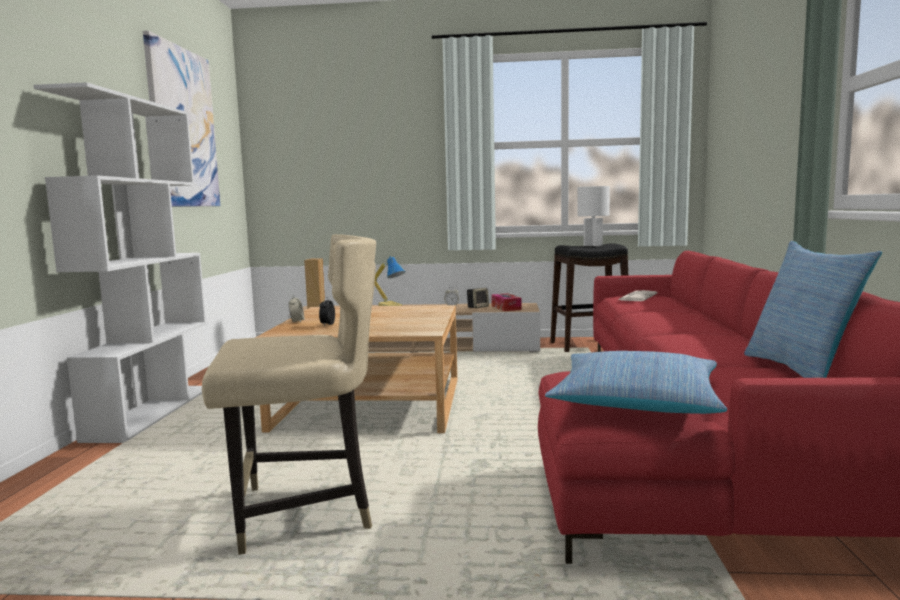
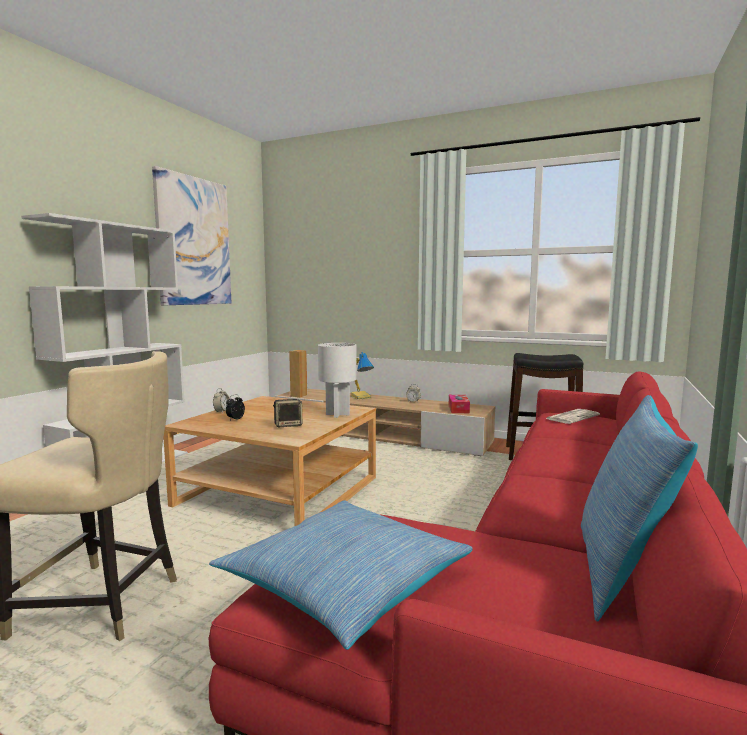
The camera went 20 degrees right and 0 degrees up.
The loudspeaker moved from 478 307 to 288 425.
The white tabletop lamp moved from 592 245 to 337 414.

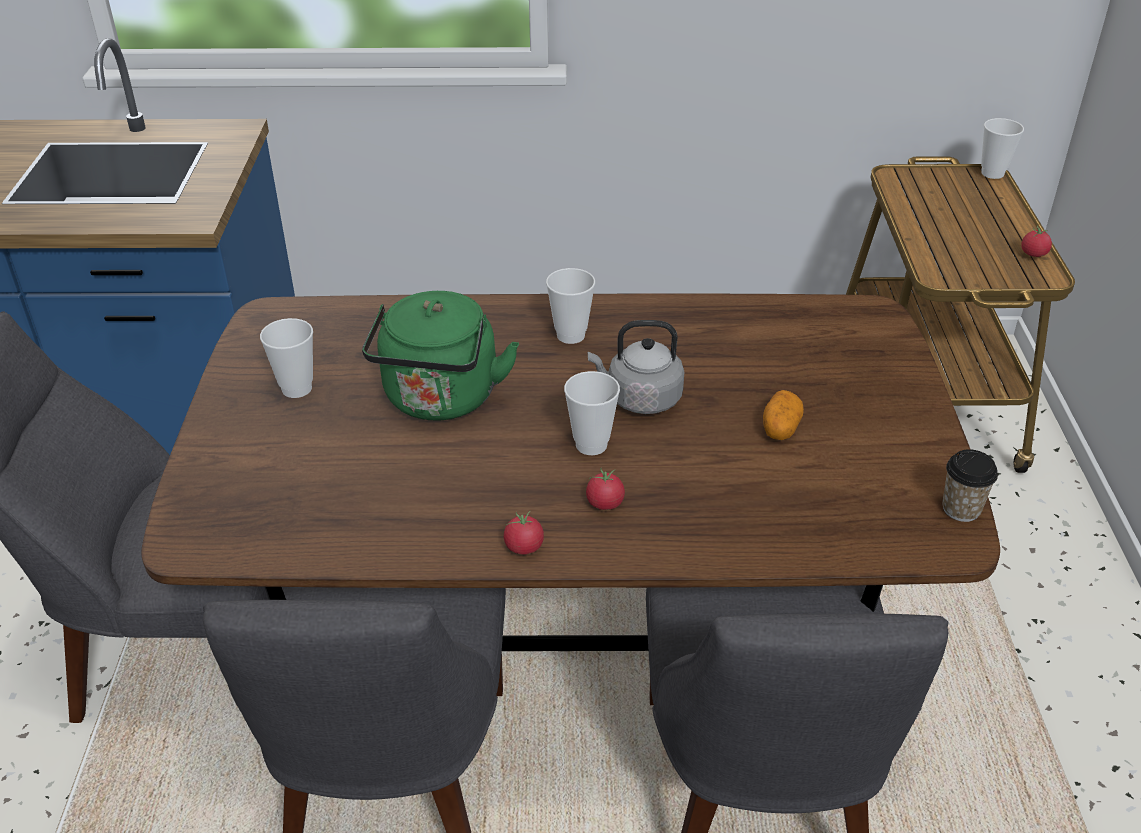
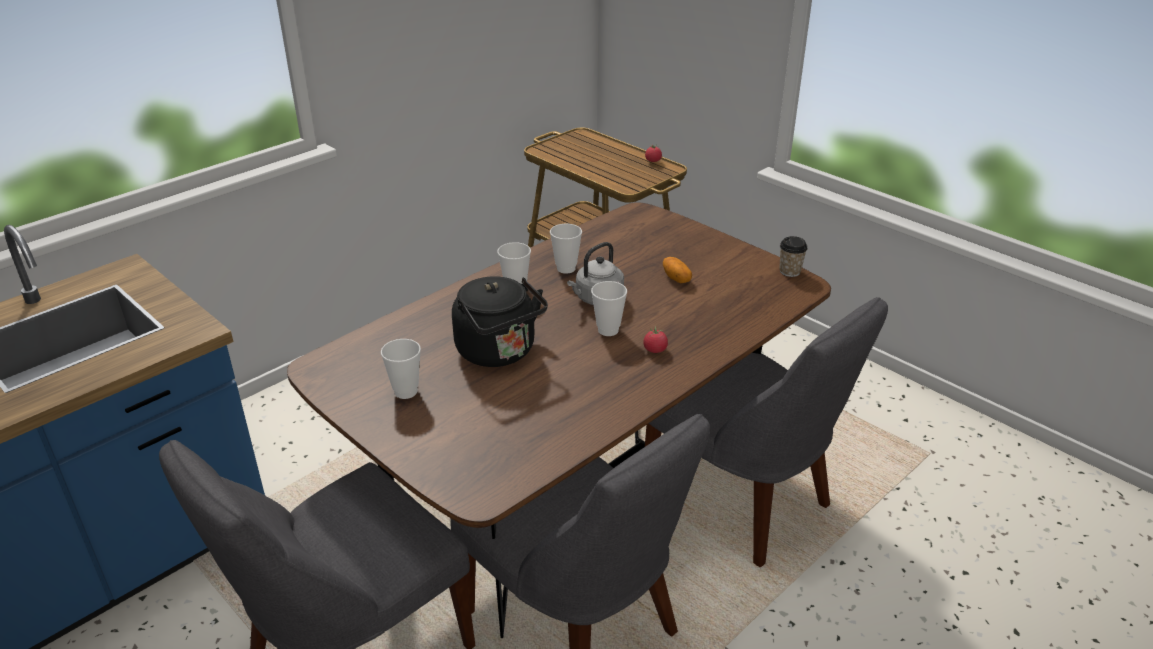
The camera went 45 degrees left and 5 degrees down.
The greenish water kettle at 440 400 became the black-coloured water kettle at 499 352.
The drinking cup moved from 992 173 to 566 268.
The fresh tomato at 524 547 disappeared.

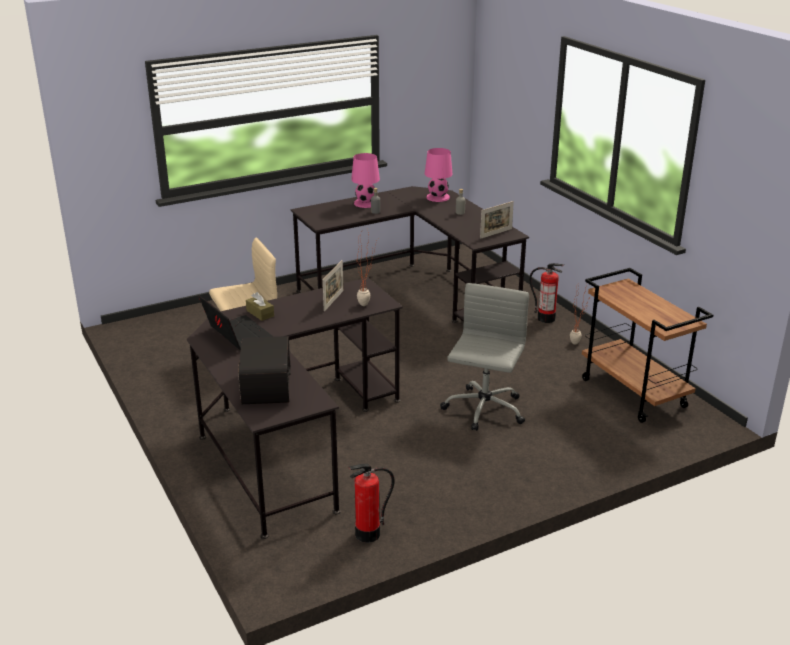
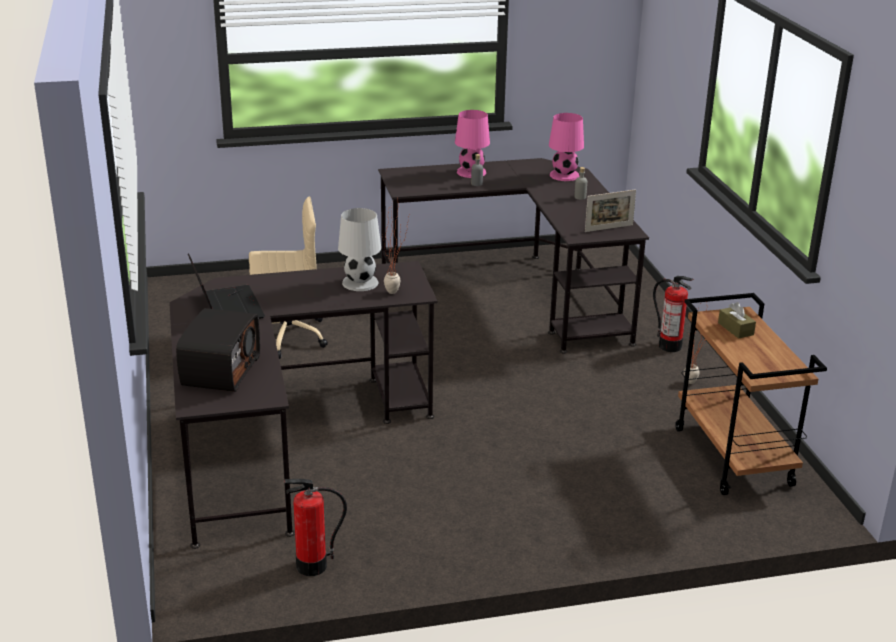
The camera went 15 degrees right and 0 degrees up.
The photo frame at 333 300 was replaced by the white tabletop lamp at 360 282.
The brown box of tissues moved from 260 313 to 735 329.
The greyish office chair at 483 410 disappeared.

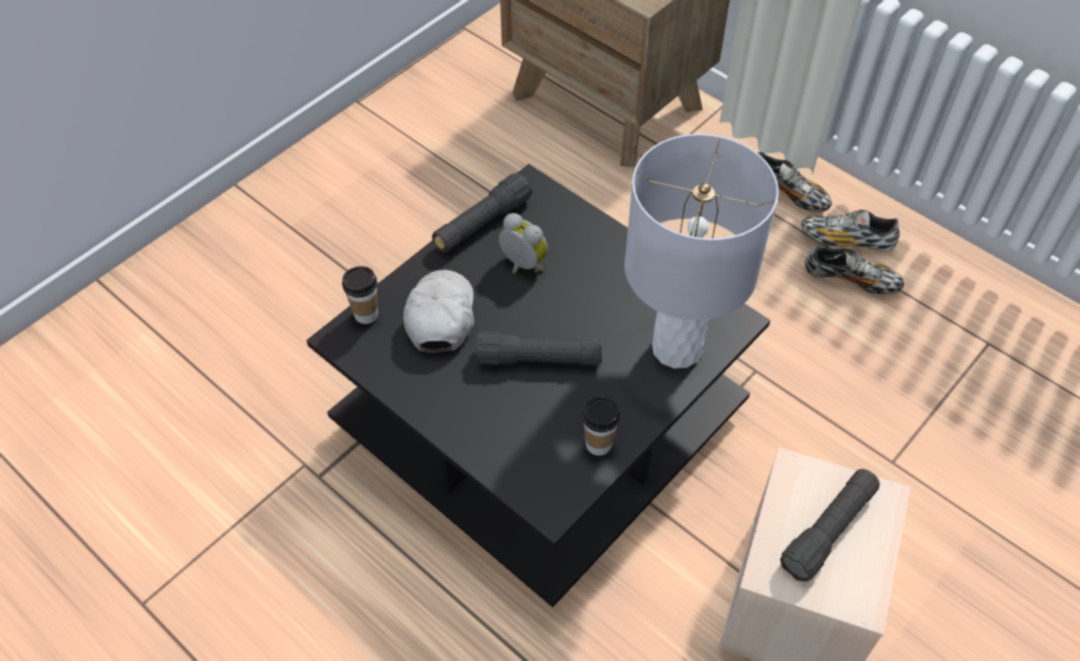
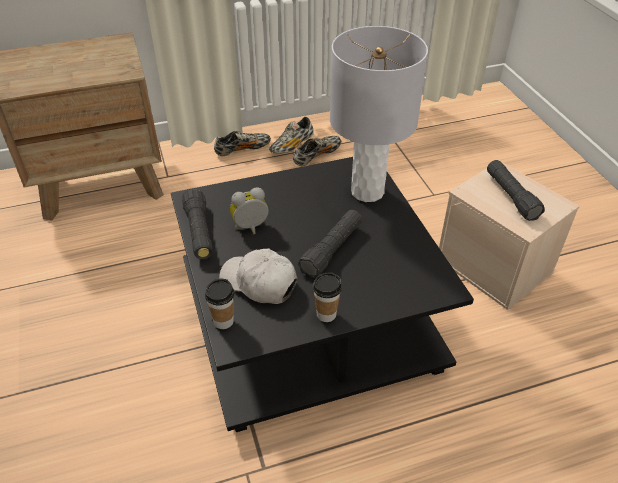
The camera went 60 degrees left and 10 degrees down.
The drinking cup moved from 598 444 to 326 314.

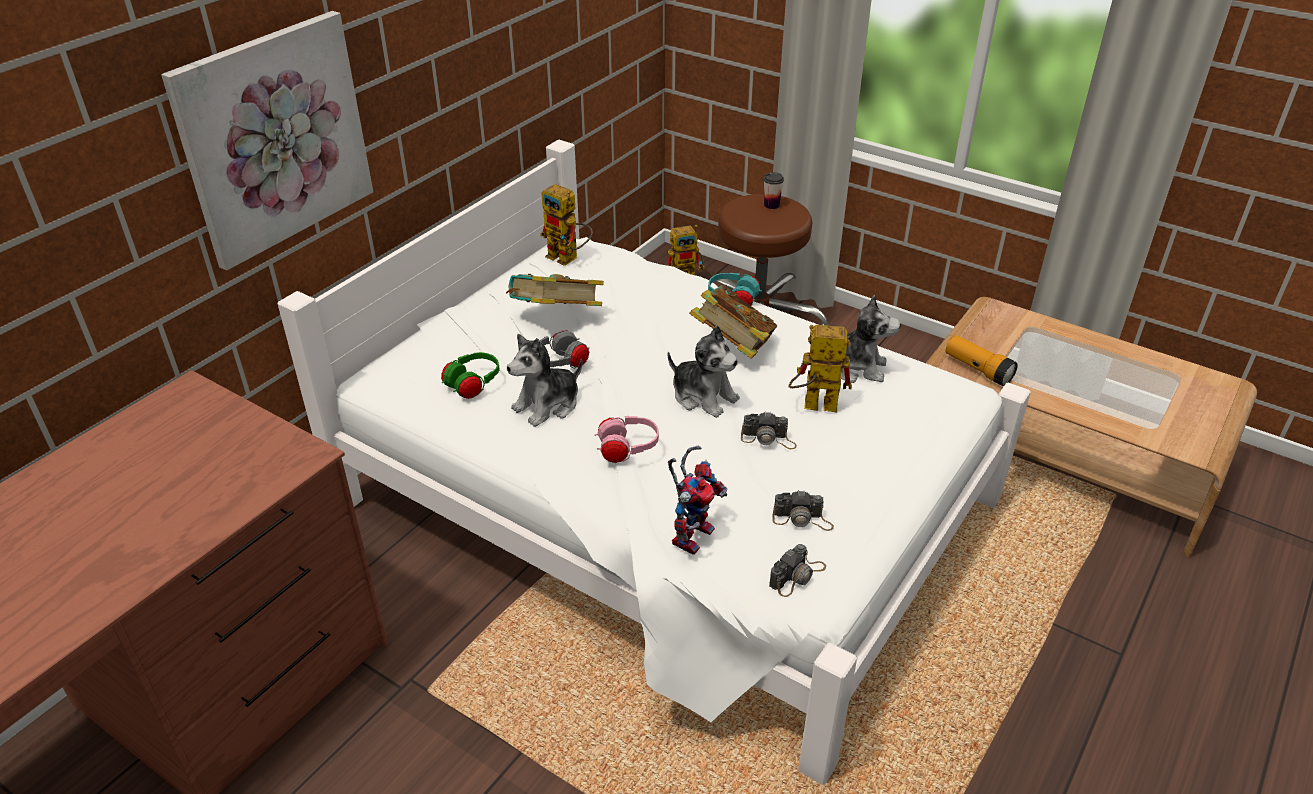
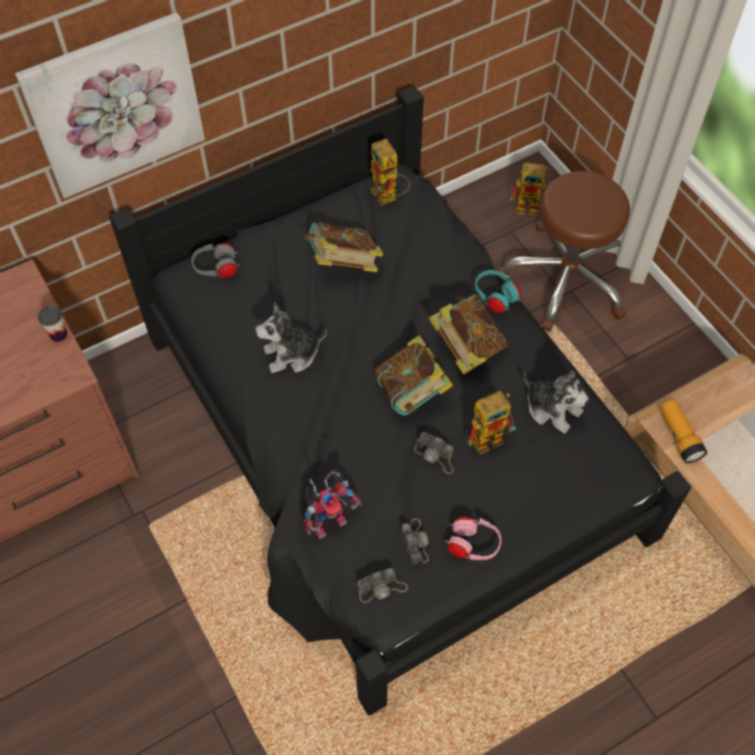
The camera went 25 degrees right and 20 degrees up.
The drinking cup moved from 771 205 to 58 334.
The white sleeping bed at 668 504 became the black-coloured sleeping bed at 390 436.
The greyish headphones moved from 560 364 to 217 268.
The plush toy at 703 396 was replaced by the book at 412 392.
The still camera at 802 519 turned 135 degrees counterclockwise.
The pink headphones moved from 627 450 to 472 545.
The robot figure at 812 406 turned 120 degrees clockwise.
The greenish headphones at 473 385 disappeared.

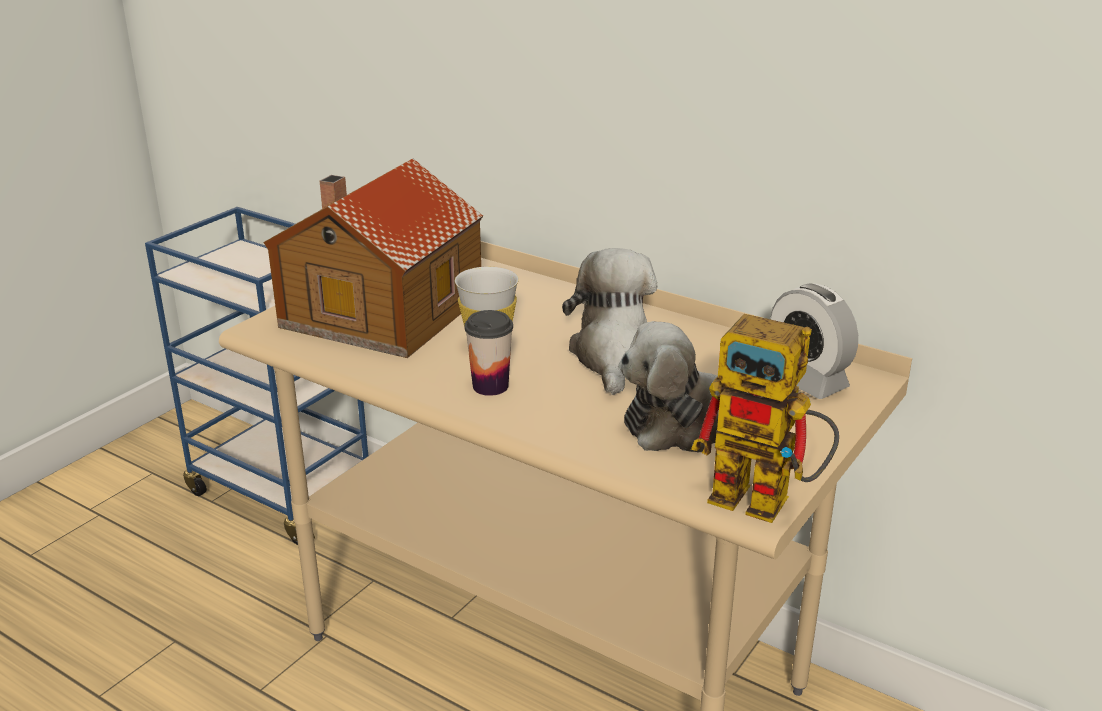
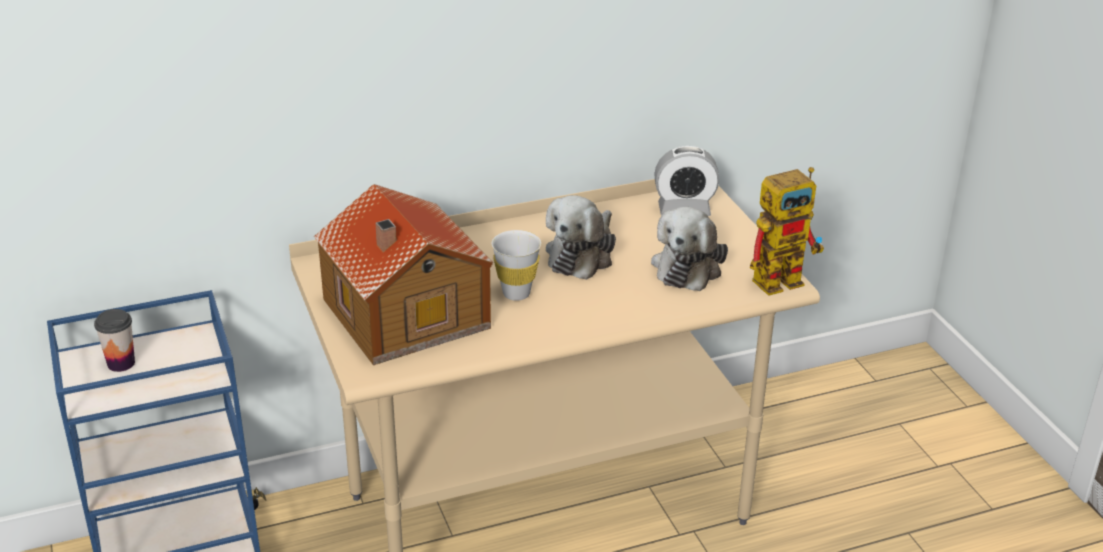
The camera went 55 degrees left and 5 degrees up.
The drinking cup moved from 490 386 to 121 363.
The plush toy at 614 356 turned 105 degrees counterclockwise.

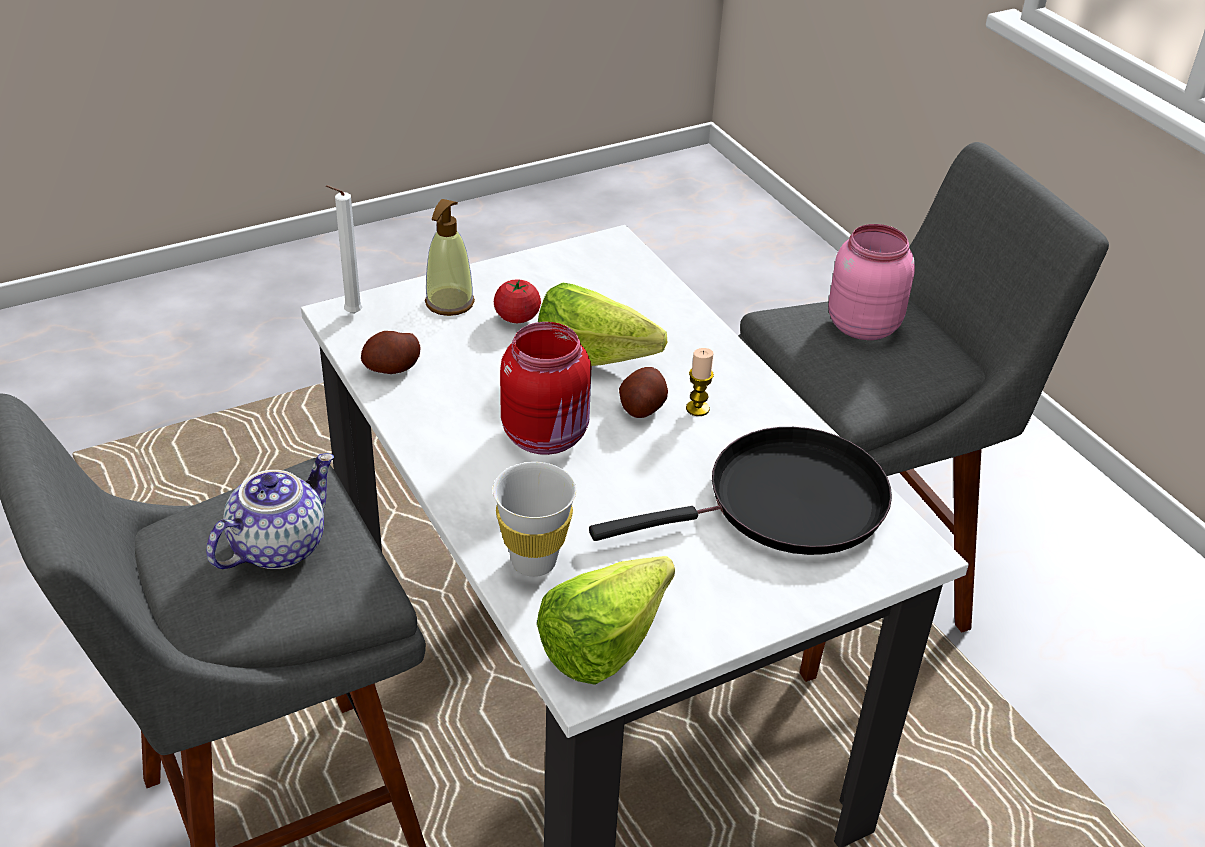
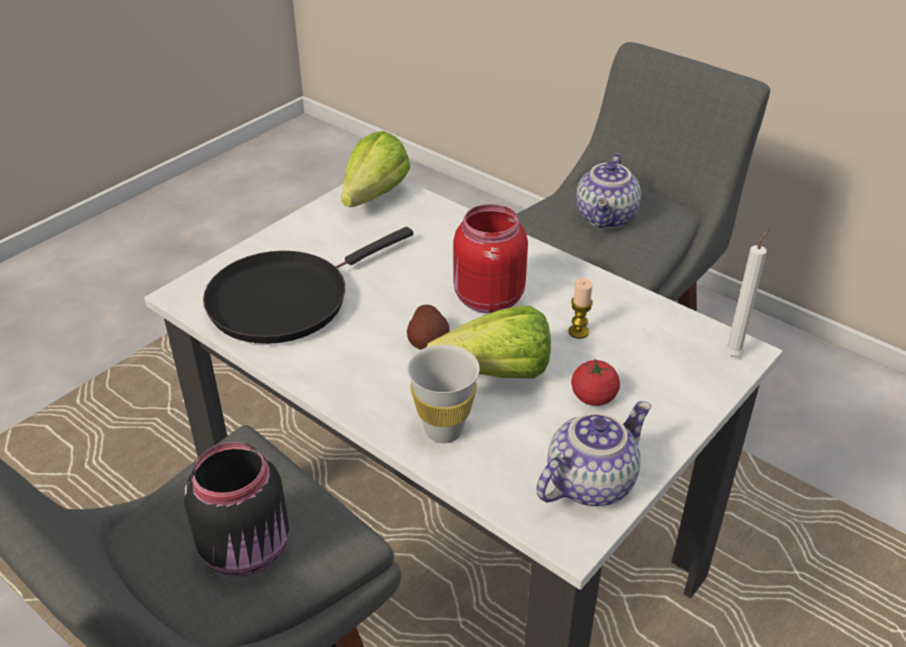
The camera went 160 degrees right and 0 degrees up.
The pink preserve jar at 861 325 became the black-coloured preserve jar at 248 550.
The white drinking cup moved from 534 562 to 444 430.
The pot for tea at 589 482 appeared.
The wax light moved from 697 408 to 578 332.
The whole potato at 392 368 disappeared.
The soap dispenser at 449 303 disappeared.

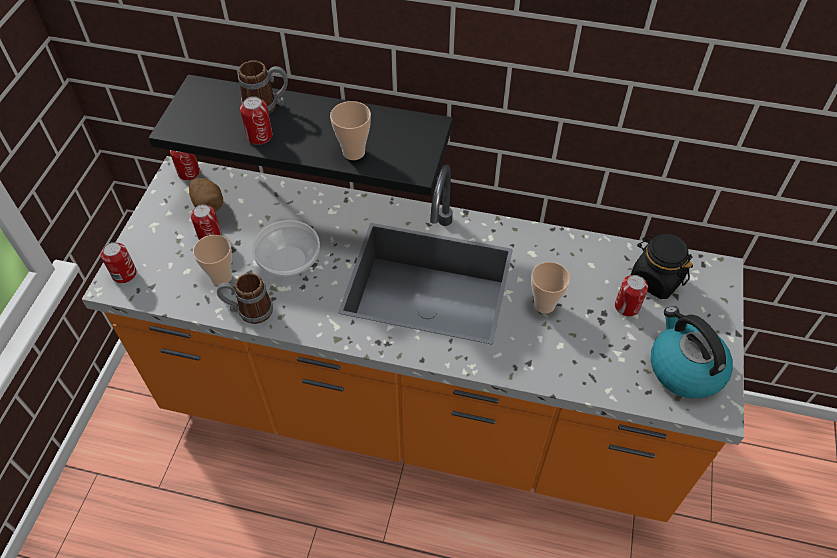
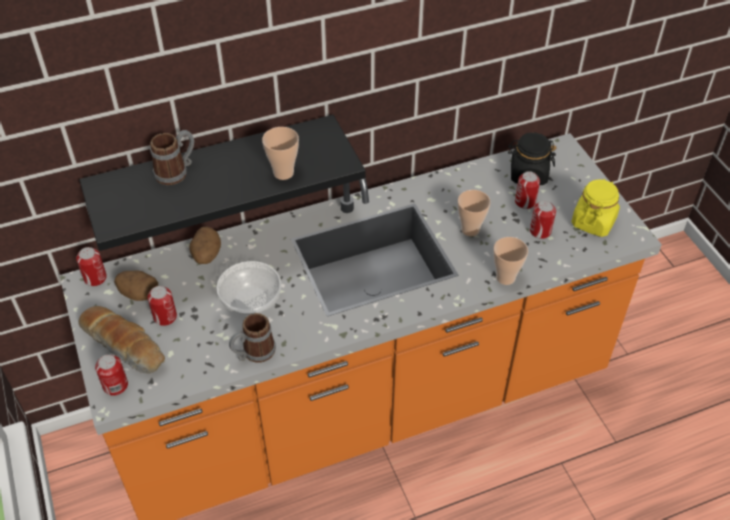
The camera went 35 degrees left and 5 degrees down.
The baked bread at 125 345 appeared.
The whole potato at 206 255 appeared.
The drinking cup moved from 221 277 to 505 277.
The metal can moved from 259 136 to 540 231.
The water kettle at 684 368 was replaced by the yellowish preserve jar at 593 222.

